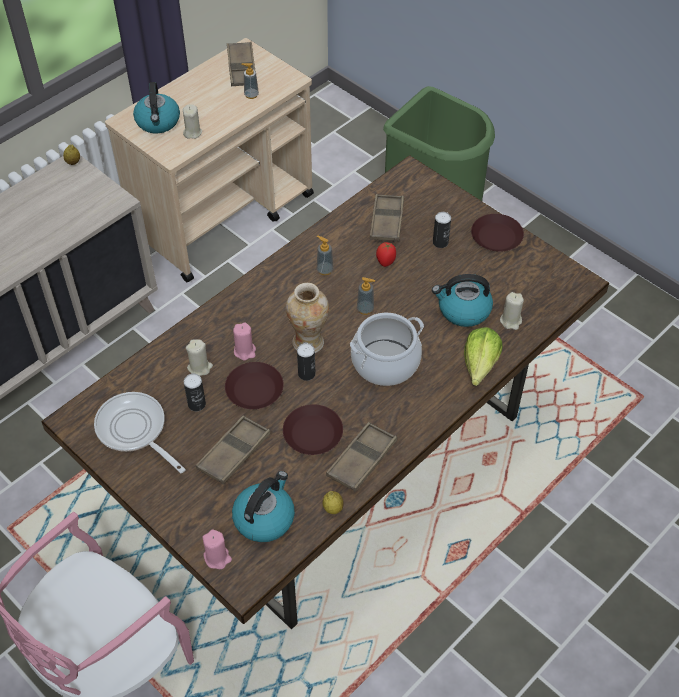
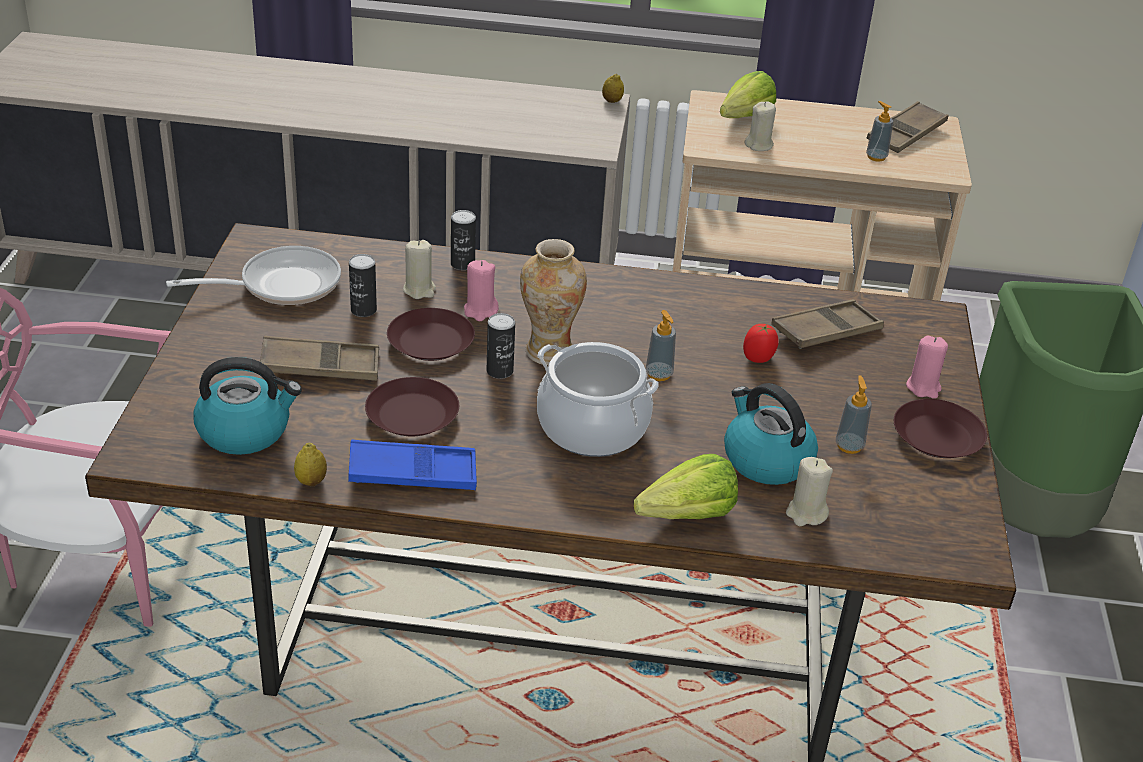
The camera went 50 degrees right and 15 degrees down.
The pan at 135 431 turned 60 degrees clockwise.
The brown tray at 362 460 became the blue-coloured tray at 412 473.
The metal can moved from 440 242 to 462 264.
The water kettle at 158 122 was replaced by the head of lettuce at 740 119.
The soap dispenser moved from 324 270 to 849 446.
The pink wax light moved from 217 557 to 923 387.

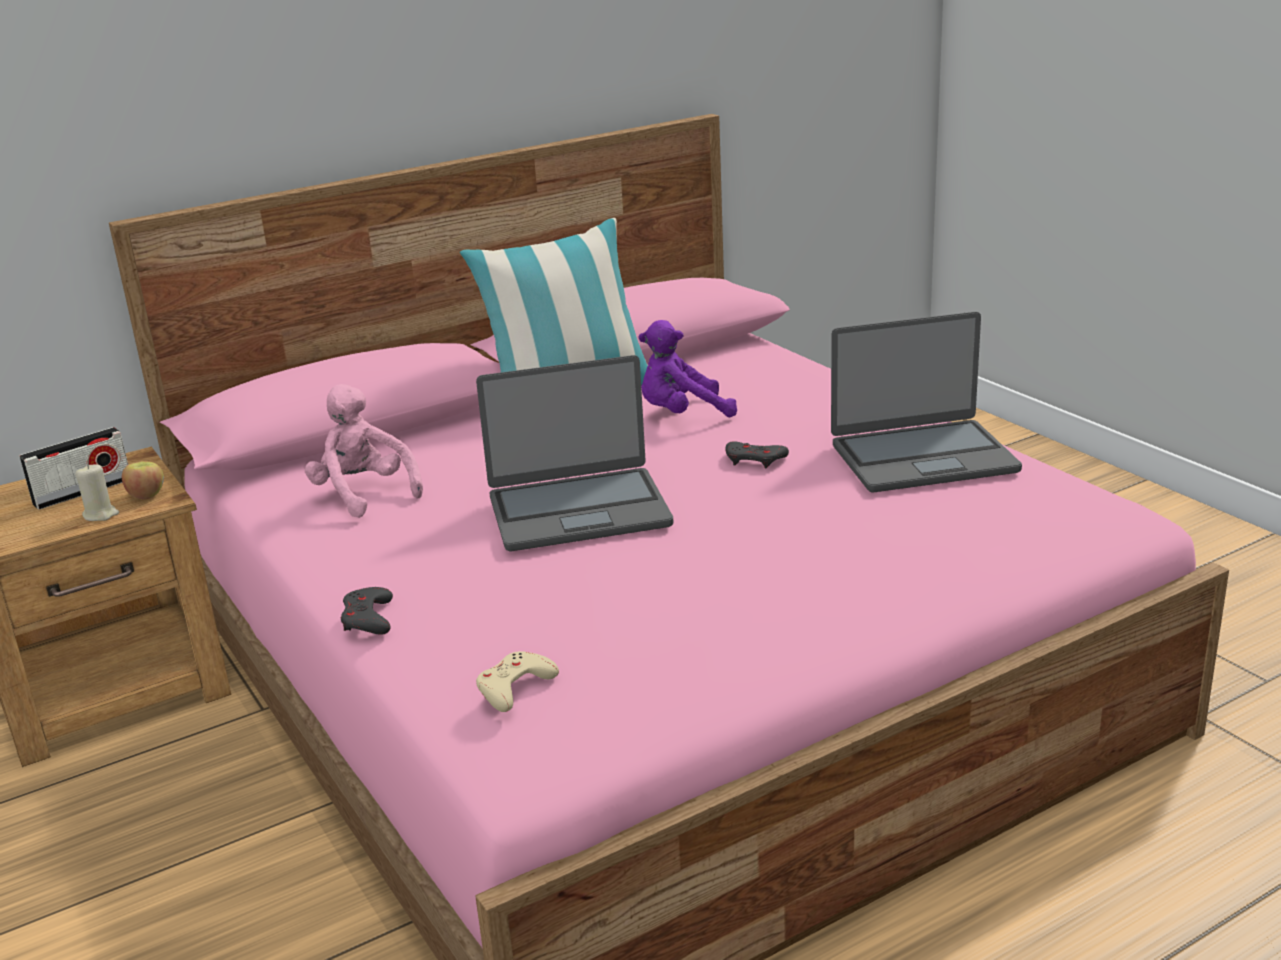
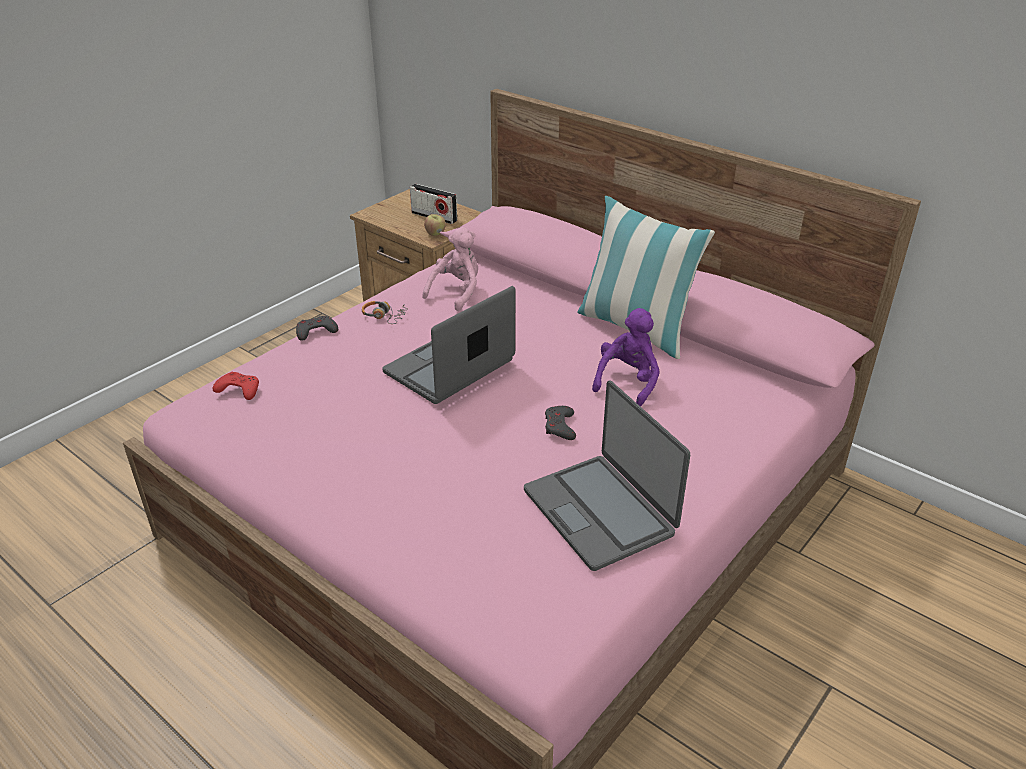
The camera went 70 degrees right and 10 degrees up.
The sand-coloured joypad at 514 687 became the red joypad at 239 389.
The headphones at 384 316 appeared.
The notebook computer at 578 510 turned 75 degrees clockwise.
The purple-coloured plush toy at 682 415 turned 60 degrees clockwise.
The sand-coloured wax light at 101 515 disappeared.

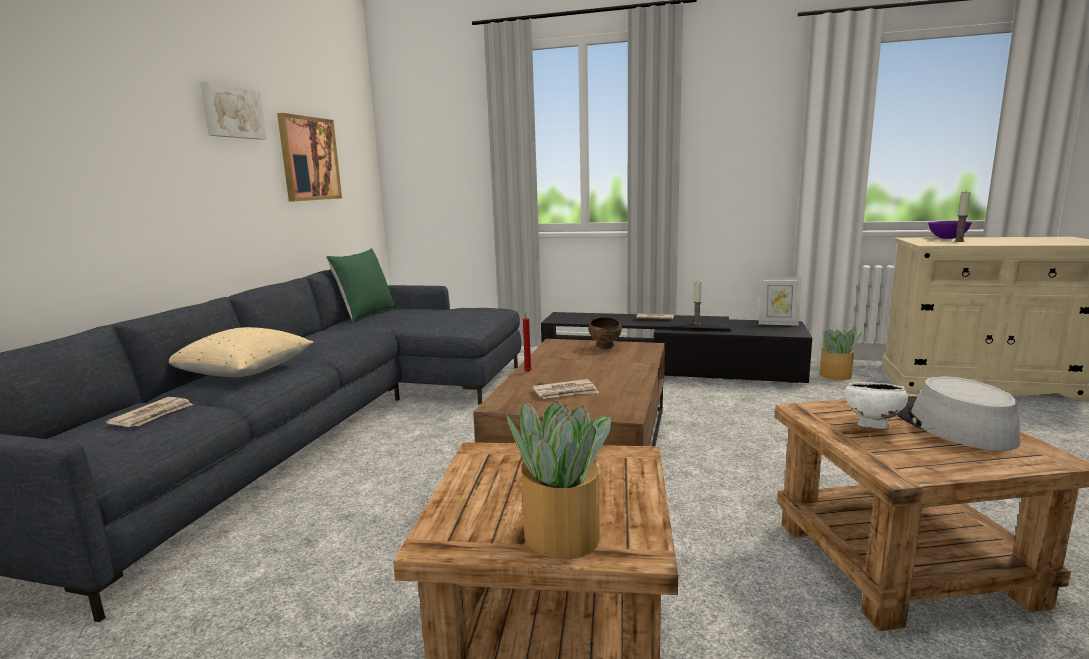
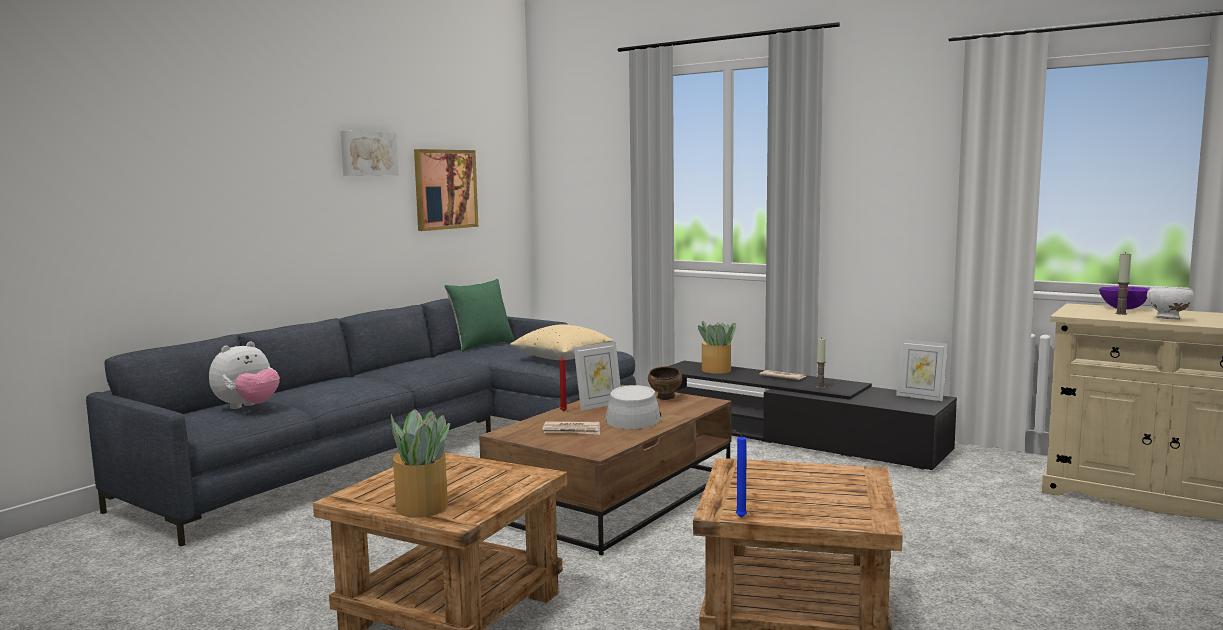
The camera went 20 degrees right and 5 degrees down.
The daily paper at 153 415 was replaced by the plush toy at 247 407.
The sand-coloured throw pillow moved from 244 372 to 562 358.
The photo frame at 599 405 appeared.
The greyish clothing hat moved from 951 425 to 633 417.
The plant in a pot moved from 836 376 to 716 370.
The blue-coloured wax light at 739 517 appeared.
The white serving bowl moved from 871 427 to 1167 319.

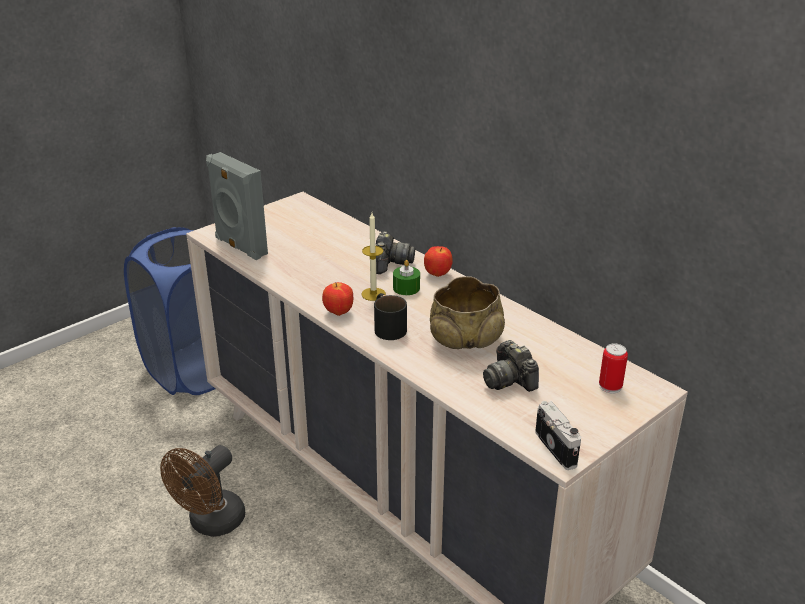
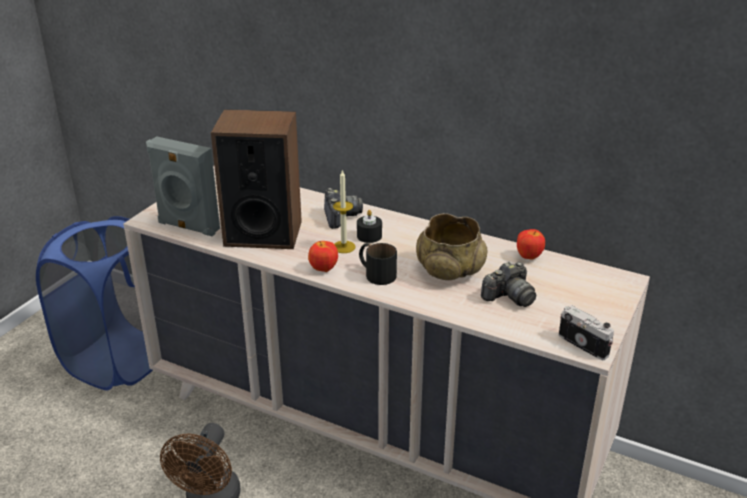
The camera went 20 degrees left and 0 degrees up.
The loudspeaker at 263 233 appeared.
The greenish wax light at 406 288 became the black-coloured wax light at 369 236.
The still camera at 509 380 turned 75 degrees counterclockwise.
The whole apple moved from 438 274 to 529 257.
The metal can at 610 386 disappeared.

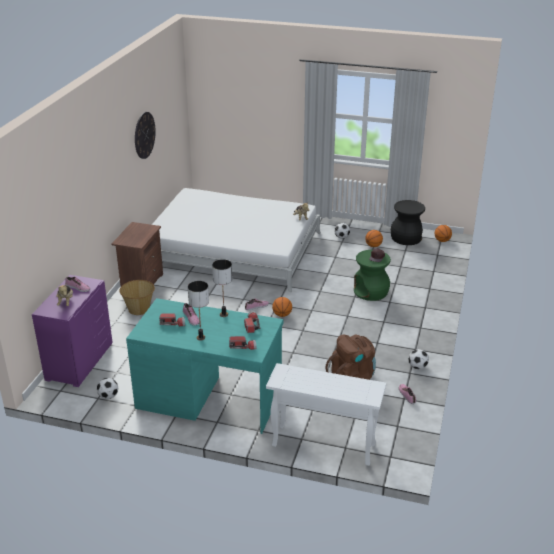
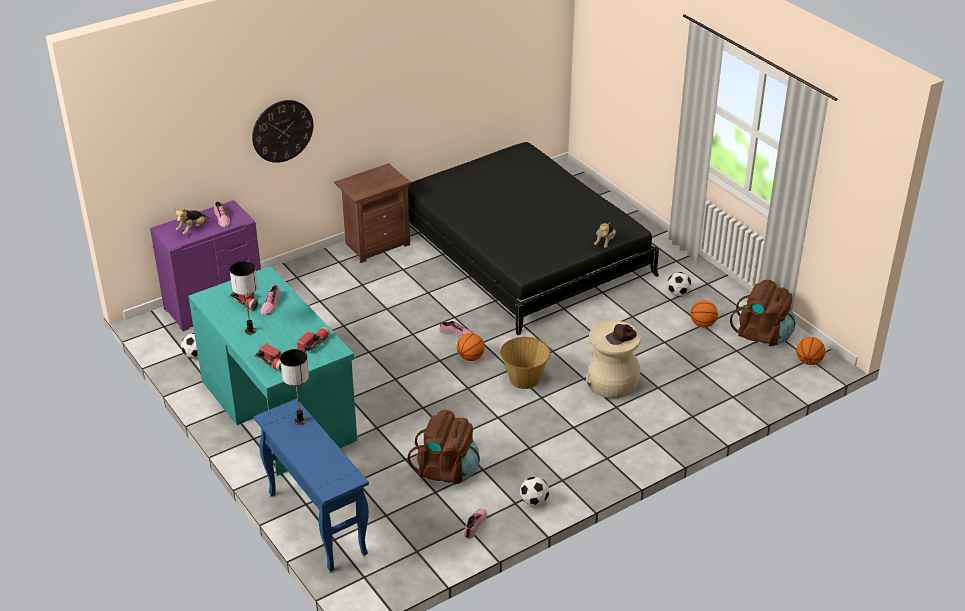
The camera went 40 degrees right and 5 degrees up.
The wall clock moved from 144 135 to 282 131.
The white hall table at 322 445 became the blue-coloured hall table at 316 523.
The tabletop lamp moved from 224 315 to 300 421.
The white sleeping bed at 232 250 became the black-coloured sleeping bed at 523 250.
The basket moved from 139 309 to 524 379.
The greenish stool at 371 292 became the sand-coloured stool at 612 383.
The black-coloured stool at 406 238 was replaced by the brown rucksack at 762 334.

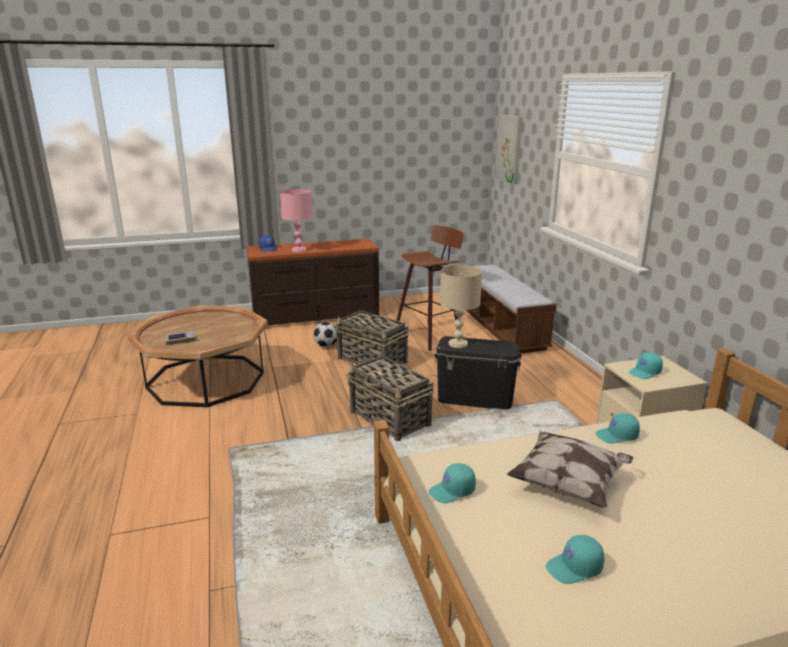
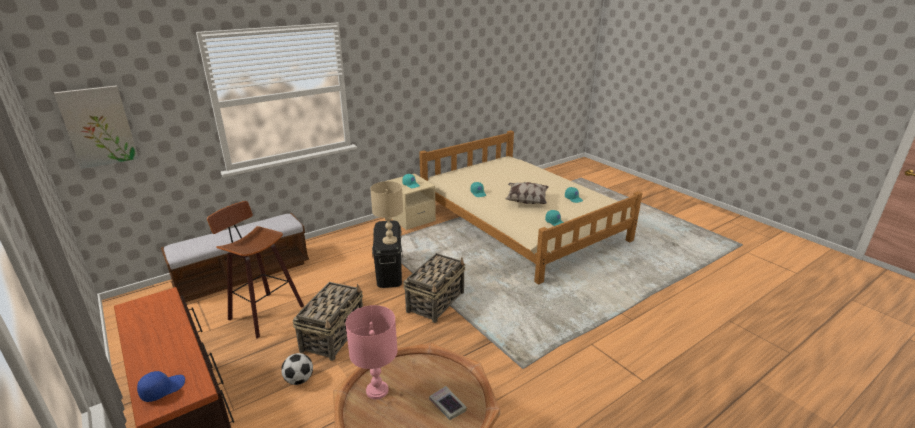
The camera went 110 degrees left and 5 degrees up.
The pink tabletop lamp moved from 298 250 to 377 391.

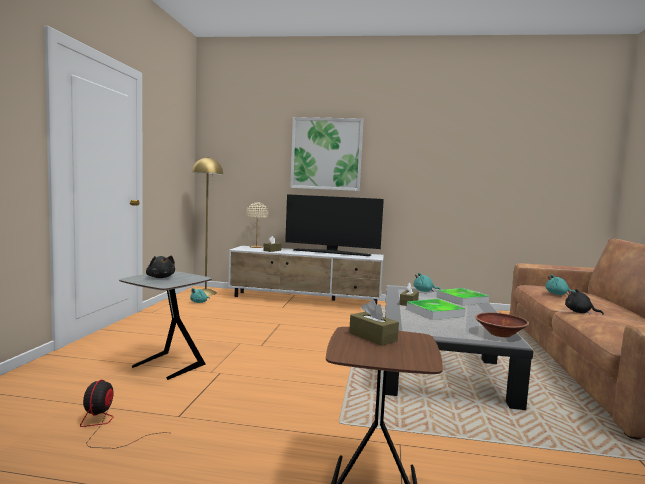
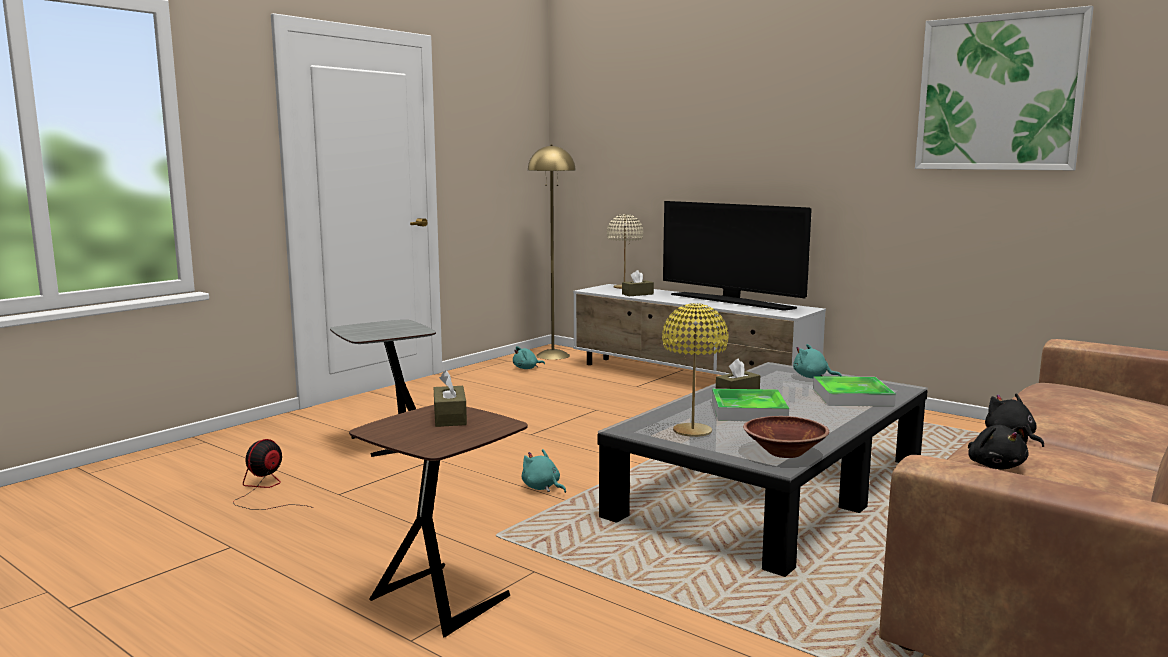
The camera went 30 degrees right and 5 degrees up.
The blue-green plush toy moved from 558 294 to 542 487.
The yellowish tabletop lamp at 693 431 appeared.
The wall art moved from 326 154 to 999 93.
The black-coloured plush toy moved from 160 277 to 995 466.

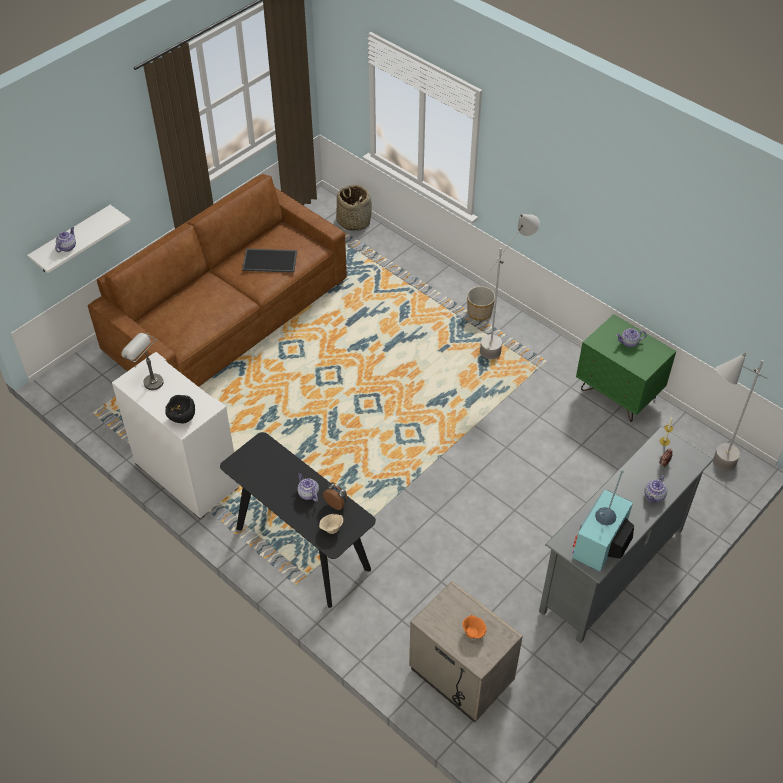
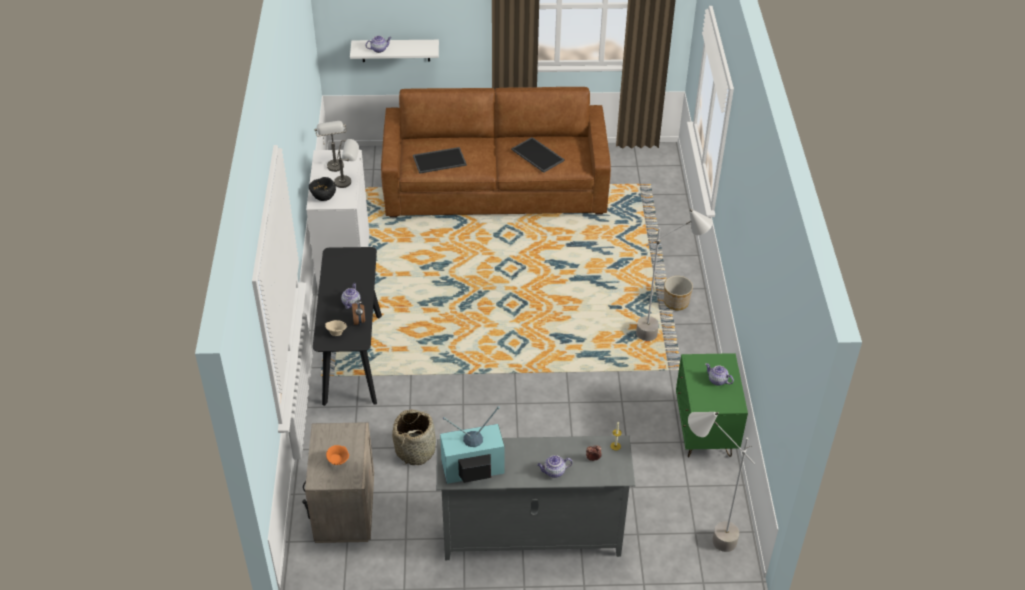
The camera went 45 degrees right and 5 degrees down.
The greyish tabletop lamp at 349 182 appeared.
The basket moved from 354 221 to 415 450.
The tray at 440 160 appeared.

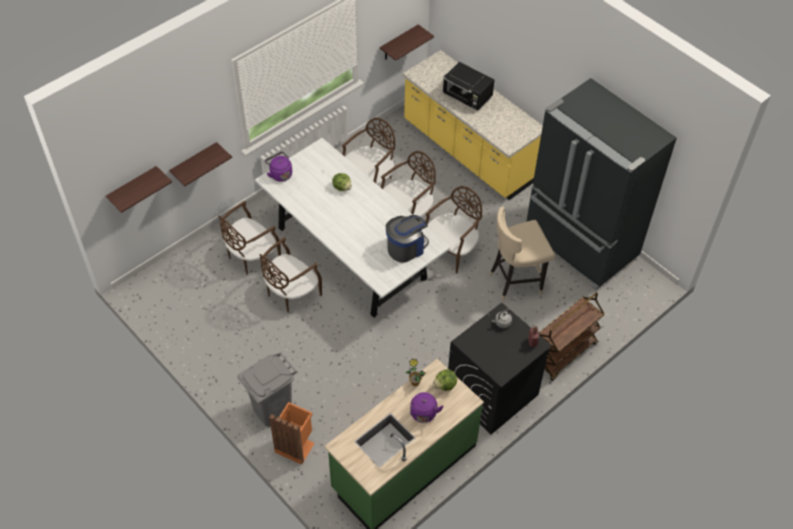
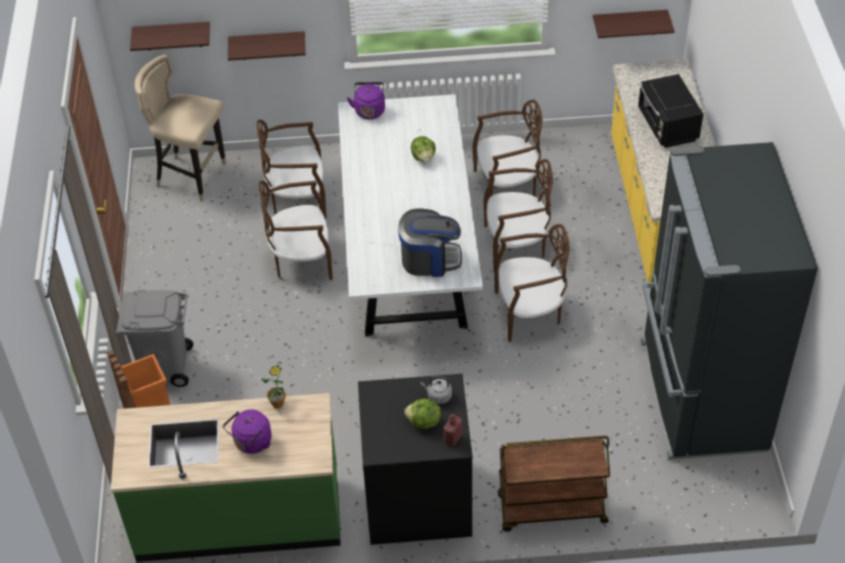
The camera went 40 degrees right and 5 degrees down.
The sand-coloured stool moved from 515 281 to 192 177.
The head of lettuce moved from 445 385 to 424 422.

